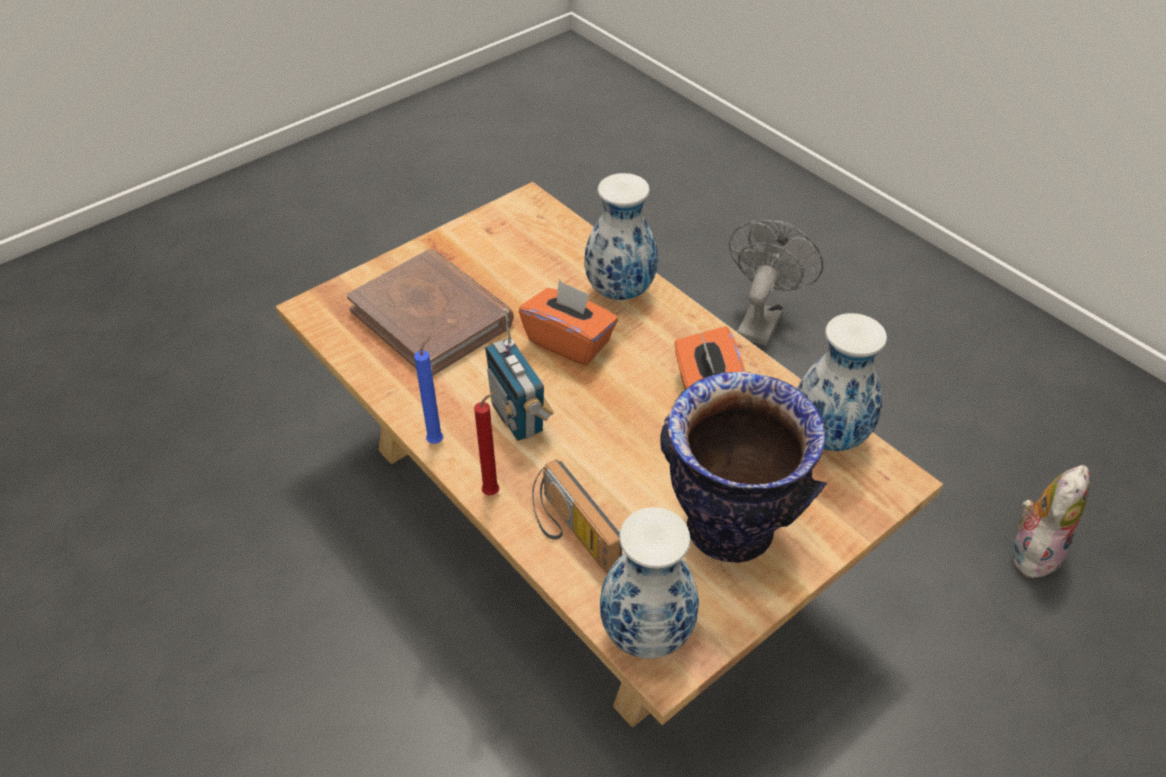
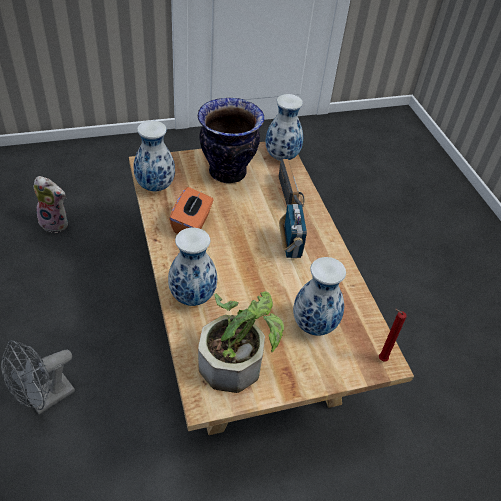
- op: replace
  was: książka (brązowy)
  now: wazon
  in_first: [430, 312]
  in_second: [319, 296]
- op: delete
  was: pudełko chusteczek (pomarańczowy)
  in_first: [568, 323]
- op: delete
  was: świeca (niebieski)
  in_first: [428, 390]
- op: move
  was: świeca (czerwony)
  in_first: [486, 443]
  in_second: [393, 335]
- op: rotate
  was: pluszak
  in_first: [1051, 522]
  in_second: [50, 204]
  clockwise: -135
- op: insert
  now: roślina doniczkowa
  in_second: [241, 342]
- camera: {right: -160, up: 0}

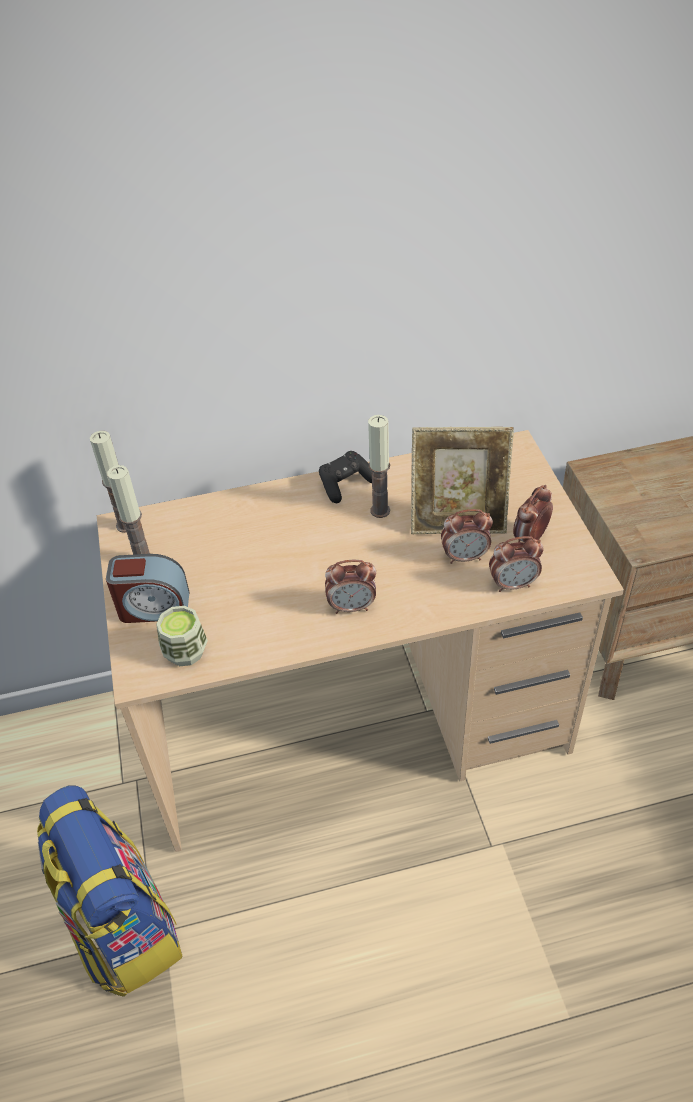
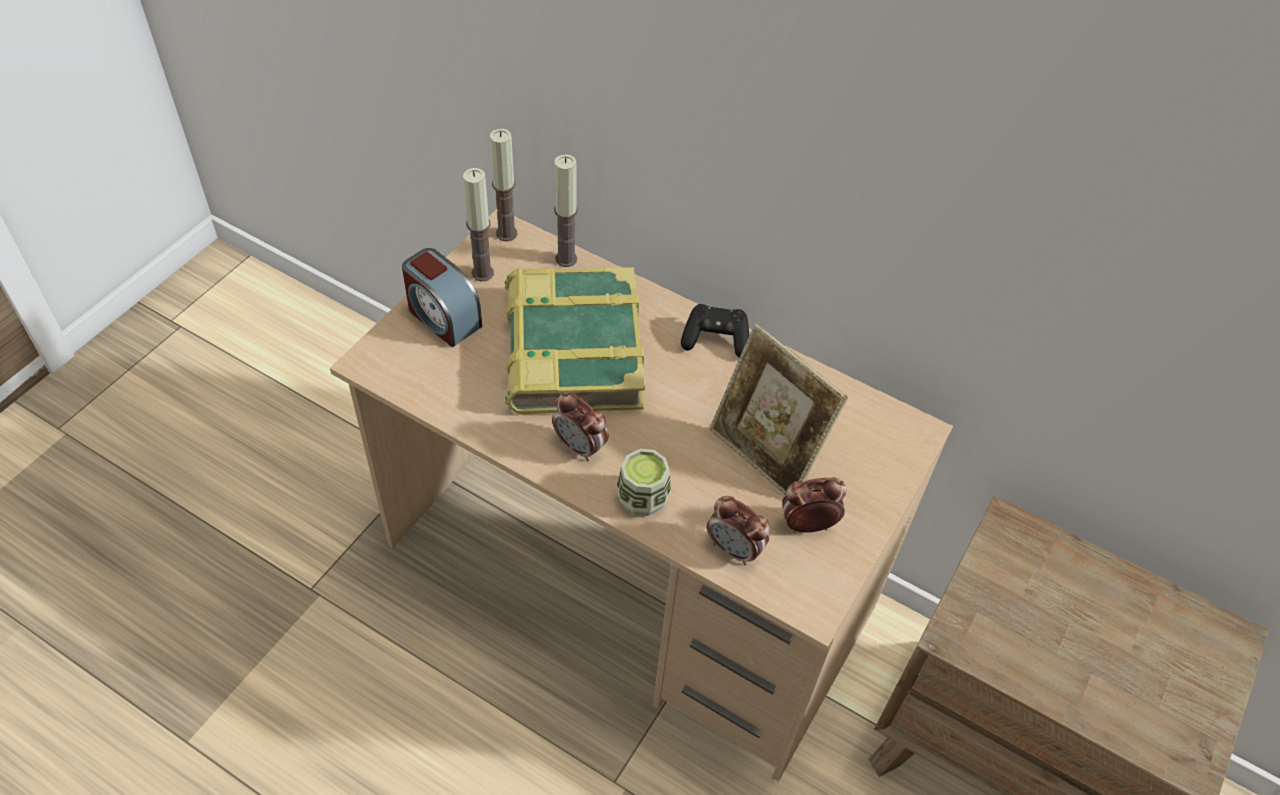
- op: move
  was: świeca
  in_first: [379, 466]
  in_second: [566, 210]
- op: delete
  was: budzik
  in_first: [467, 536]
- op: move
  was: filiżanka
  in_first: [182, 636]
  in_second: [643, 482]
- op: delete
  was: plecak
  in_first: [110, 891]
- op: insert
  now: książka
  in_second: [575, 341]
- camera: {right: 40, up: 5}

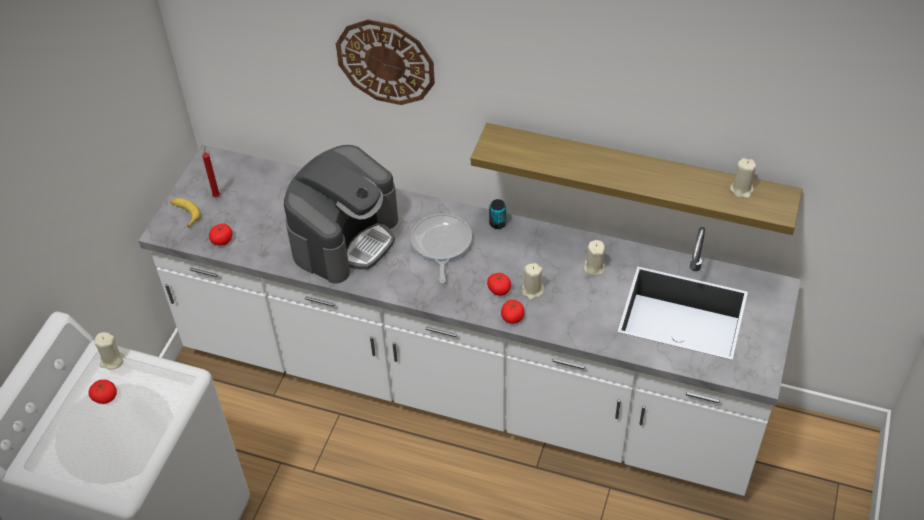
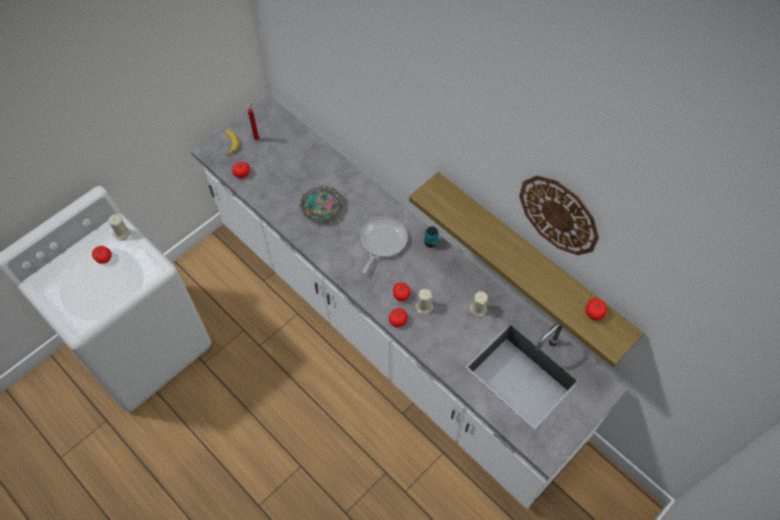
- op: move
  was: zegar ścienny
  in_first: [385, 62]
  in_second: [559, 215]
- op: replace
  was: ekspres do kawy
  now: miska
  in_first: [341, 214]
  in_second: [321, 203]
- op: replace
  was: świeca (beżowy)
  now: pomidor
  in_first: [743, 178]
  in_second: [596, 309]
- camera: {right: 25, up: 10}

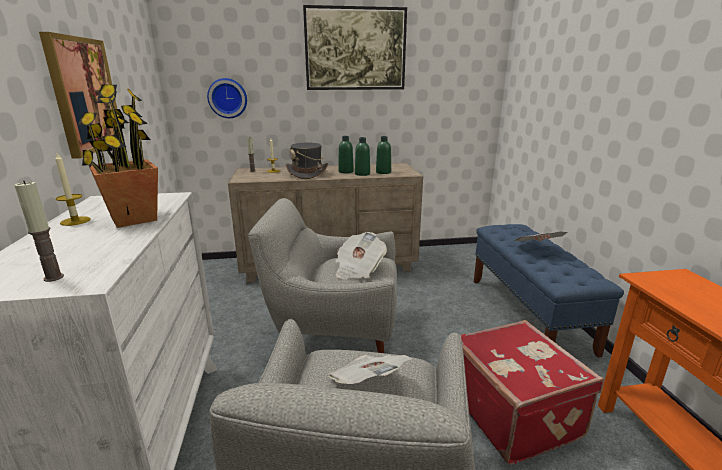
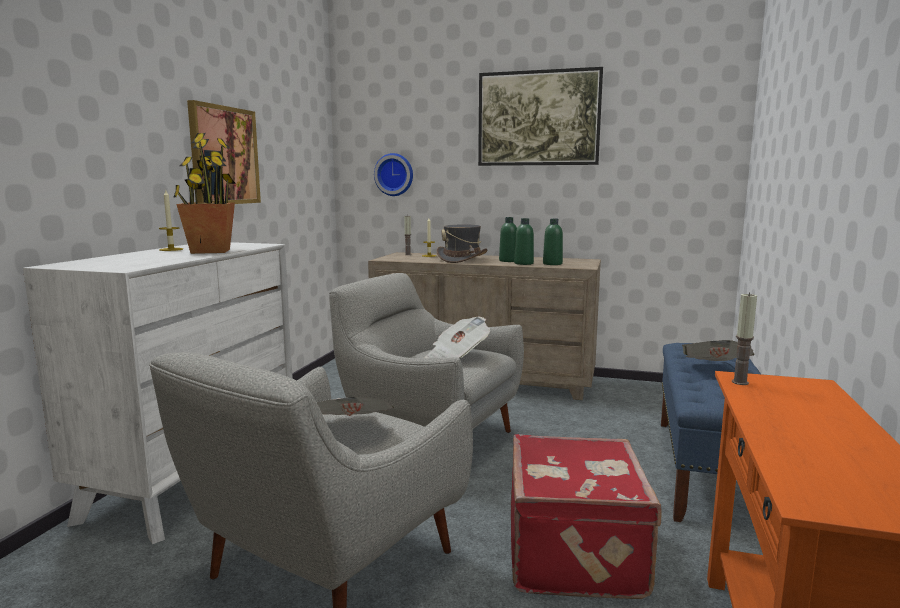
- op: move
  was: świeca
  in_first: [39, 231]
  in_second: [744, 338]
- camera: {right: 25, up: -10}

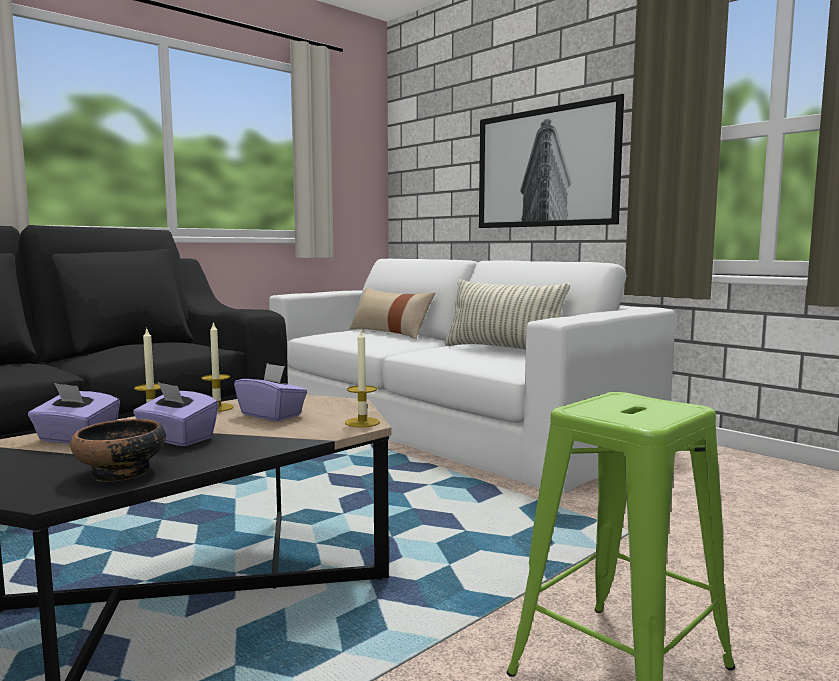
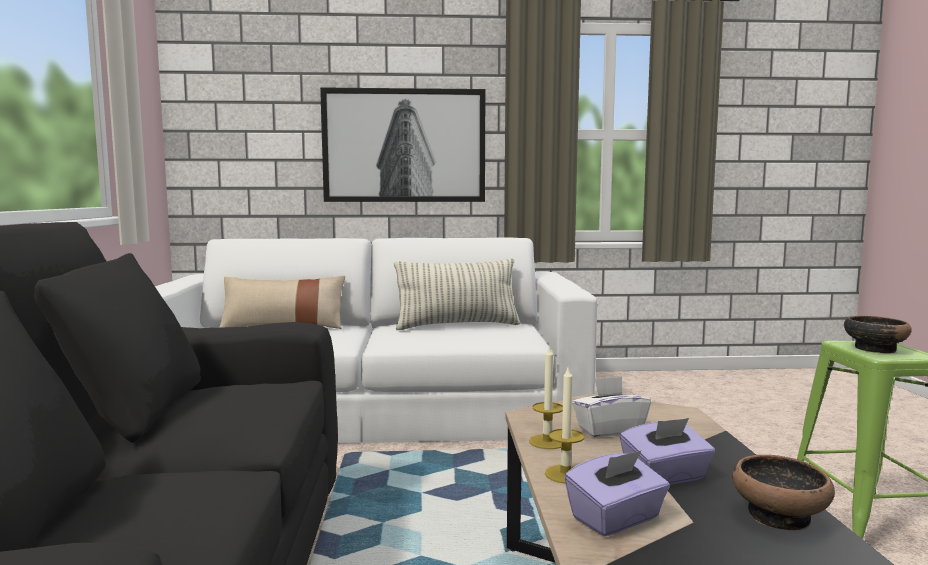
- op: delete
  was: świeca
  in_first: [362, 377]
- op: recolor
  was: pudełko chusteczek (fioletowy)
  now: pudełko chusteczek (biały)
  in_first: [270, 392]
  in_second: [611, 407]
- op: insert
  now: miska
  in_second: [878, 334]
- camera: {right: -50, up: 0}

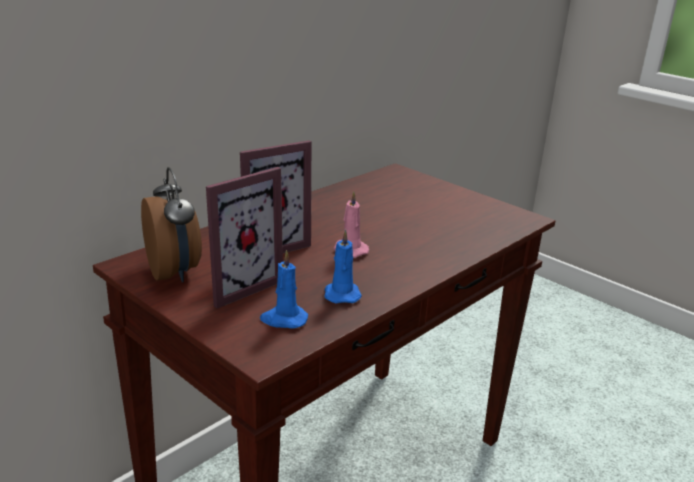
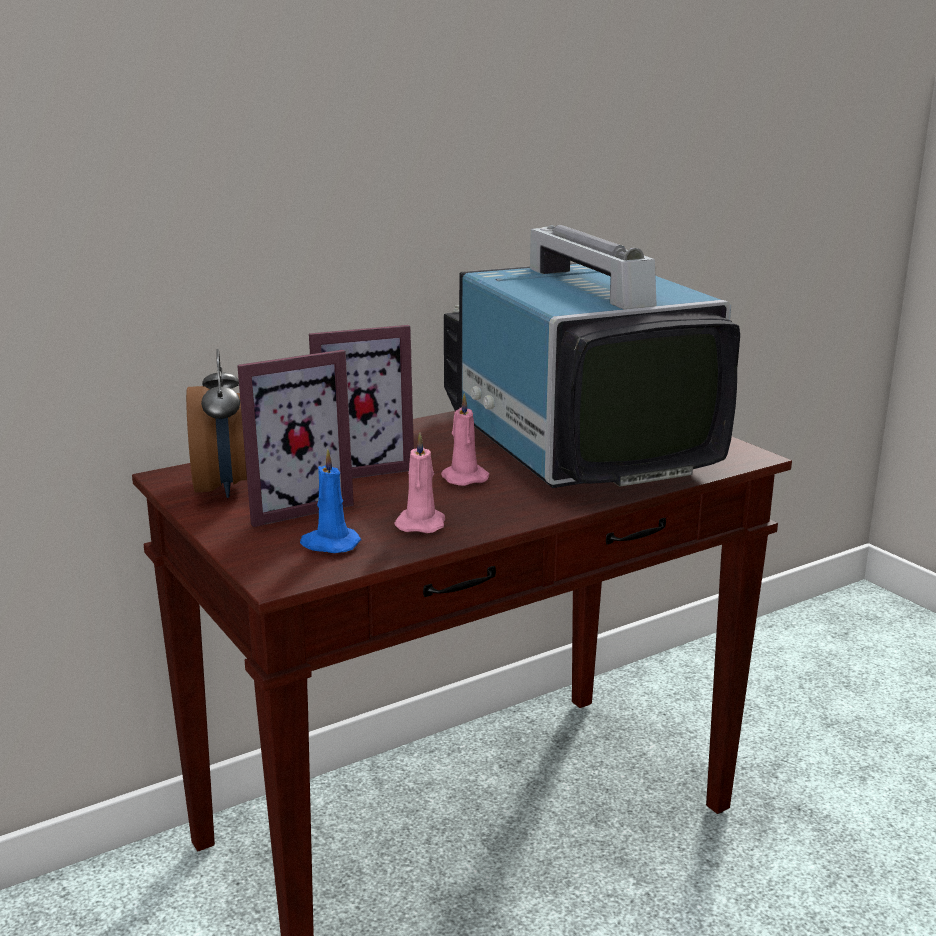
- op: recolor
  was: świeca (niebieski)
  now: świeca (różowy)
  in_first: [343, 266]
  in_second: [419, 483]
- op: insert
  now: telewizor
  in_second: [592, 356]
- camera: {right: 15, up: -5}

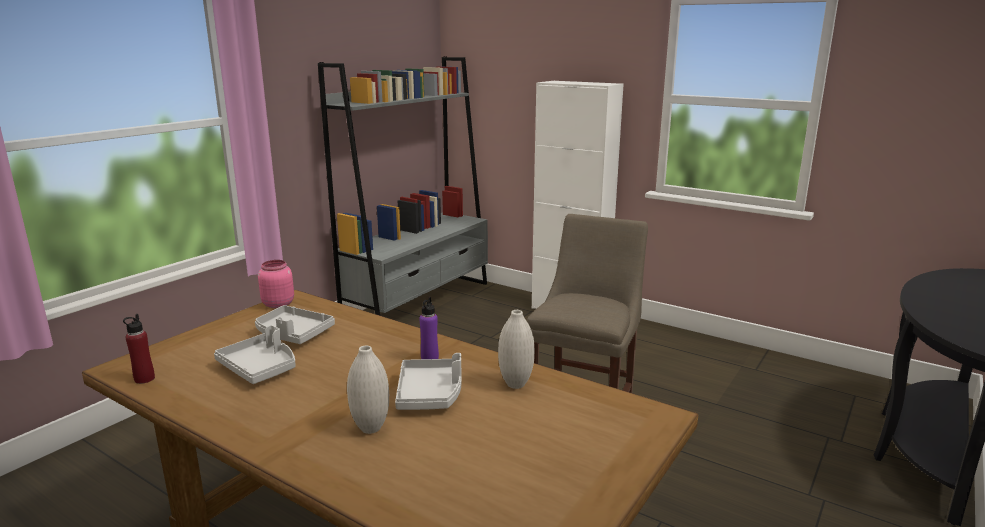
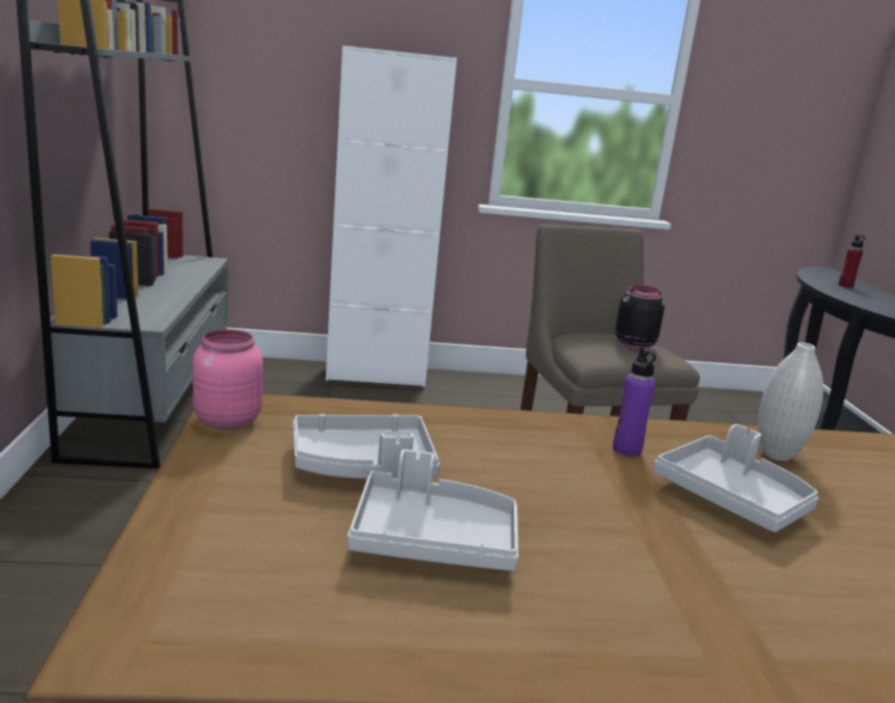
- op: move
  was: butelka (czerwony)
  in_first: [139, 349]
  in_second: [851, 261]
- op: delete
  was: wazon (biały)
  in_first: [368, 389]
- op: insert
  now: słoik (czarny)
  in_second: [640, 317]
- camera: {right: -40, up: 0}

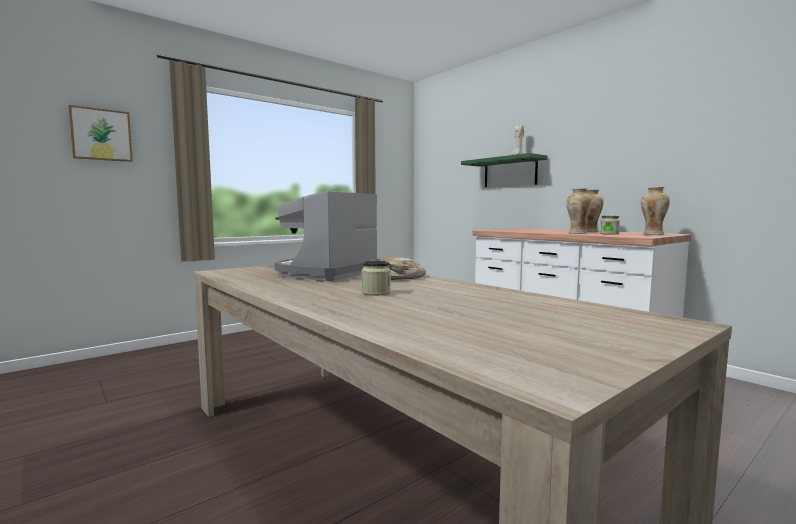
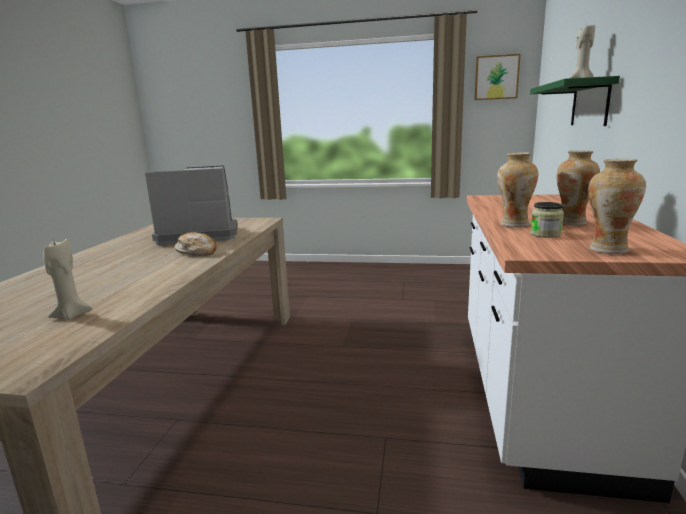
- op: move
  was: obraz
  in_first: [101, 133]
  in_second: [498, 77]
- op: delete
  was: słoik
  in_first: [376, 278]
- op: insert
  now: świeca (beżowy)
  in_second: [67, 279]
- camera: {right: 50, up: 10}

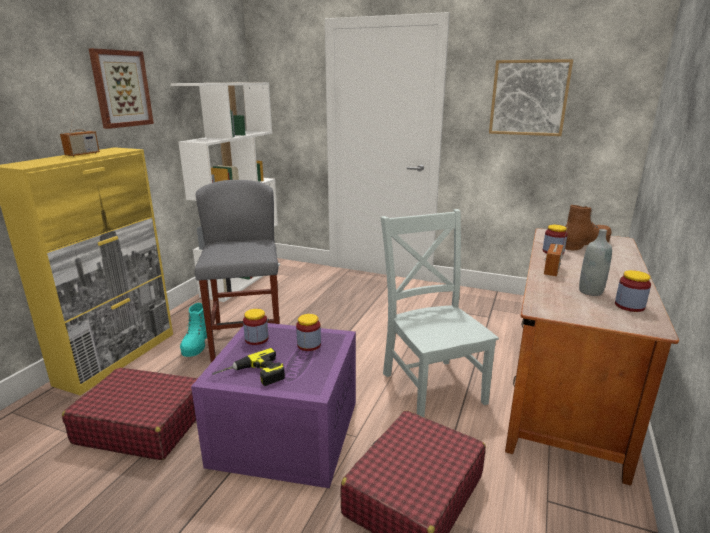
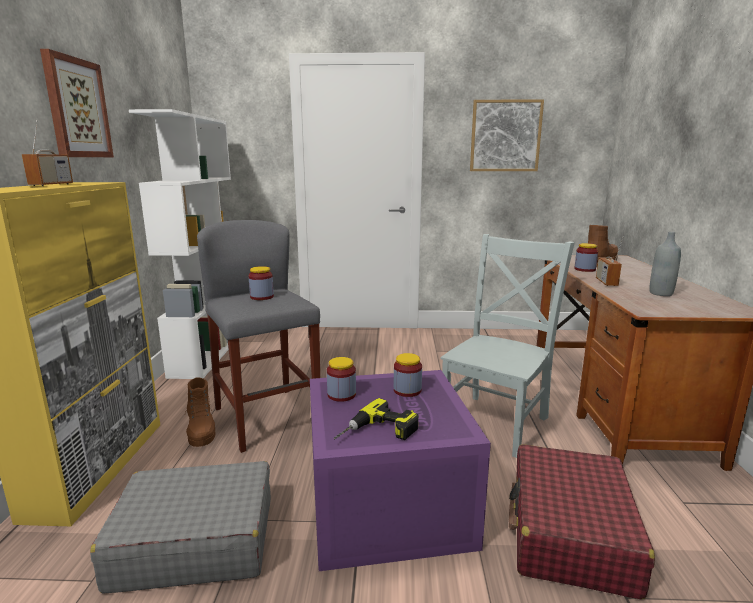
- op: rotate
  was: krzesło (szary)
  in_first: [440, 313]
  in_second: [508, 346]
  clockwise: 75
- op: move
  was: słoik
  in_first: [633, 291]
  in_second: [261, 283]
- op: recolor
  was: but z cholewką (turkusowy)
  now: but z cholewką (brązowy)
  in_first: [193, 330]
  in_second: [201, 412]
- op: recolor
  was: walizka (czerwony)
  now: walizka (szary)
  in_first: [130, 414]
  in_second: [180, 527]
- camera: {right: -20, up: -5}

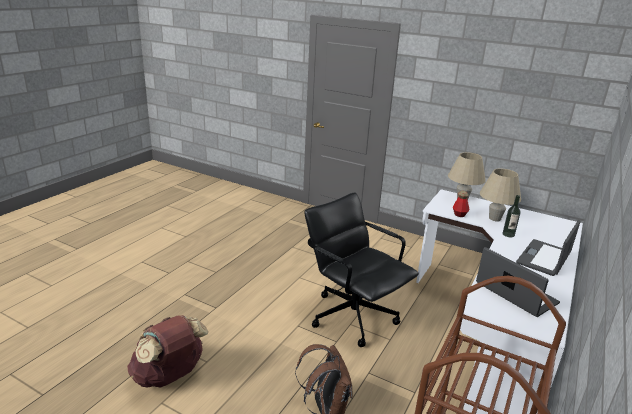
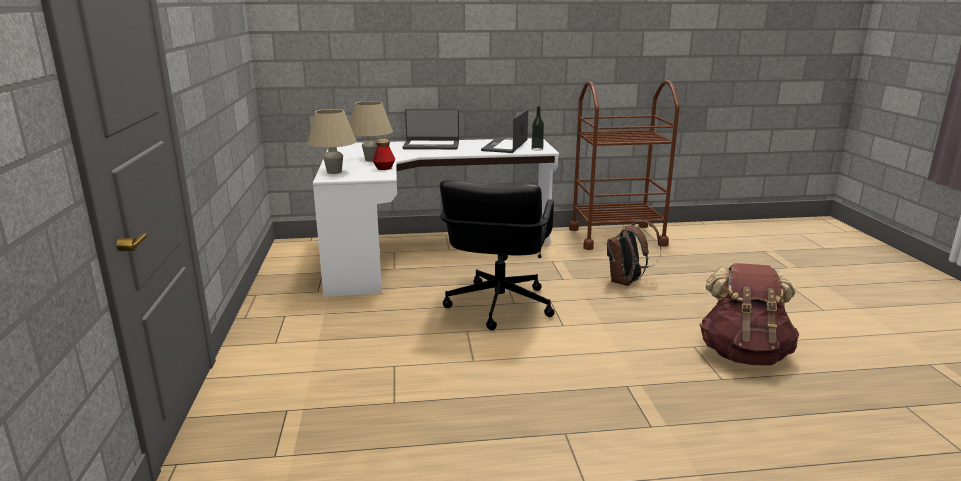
- op: move
  was: butelka
  in_first: [511, 216]
  in_second: [538, 128]
- camera: {right: -125, up: -5}

